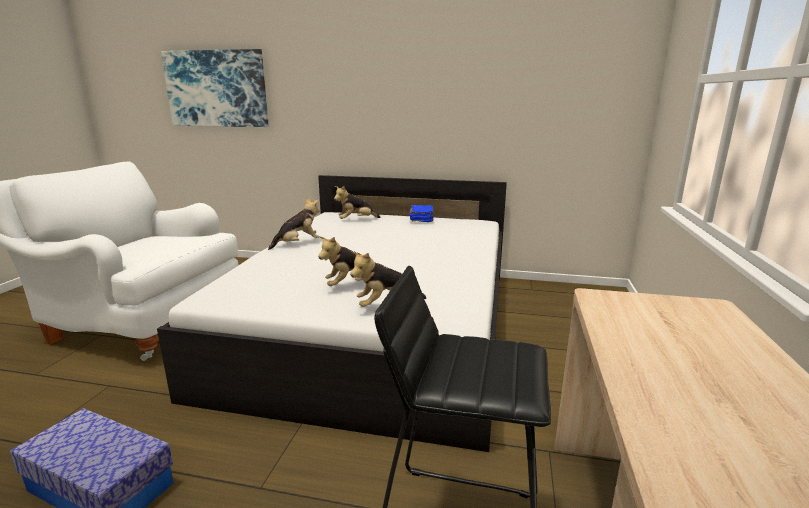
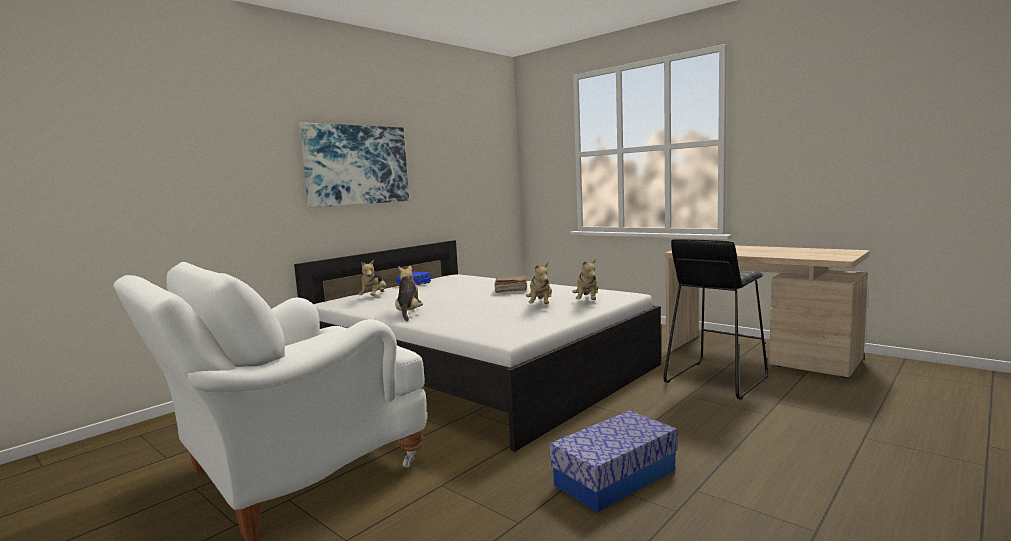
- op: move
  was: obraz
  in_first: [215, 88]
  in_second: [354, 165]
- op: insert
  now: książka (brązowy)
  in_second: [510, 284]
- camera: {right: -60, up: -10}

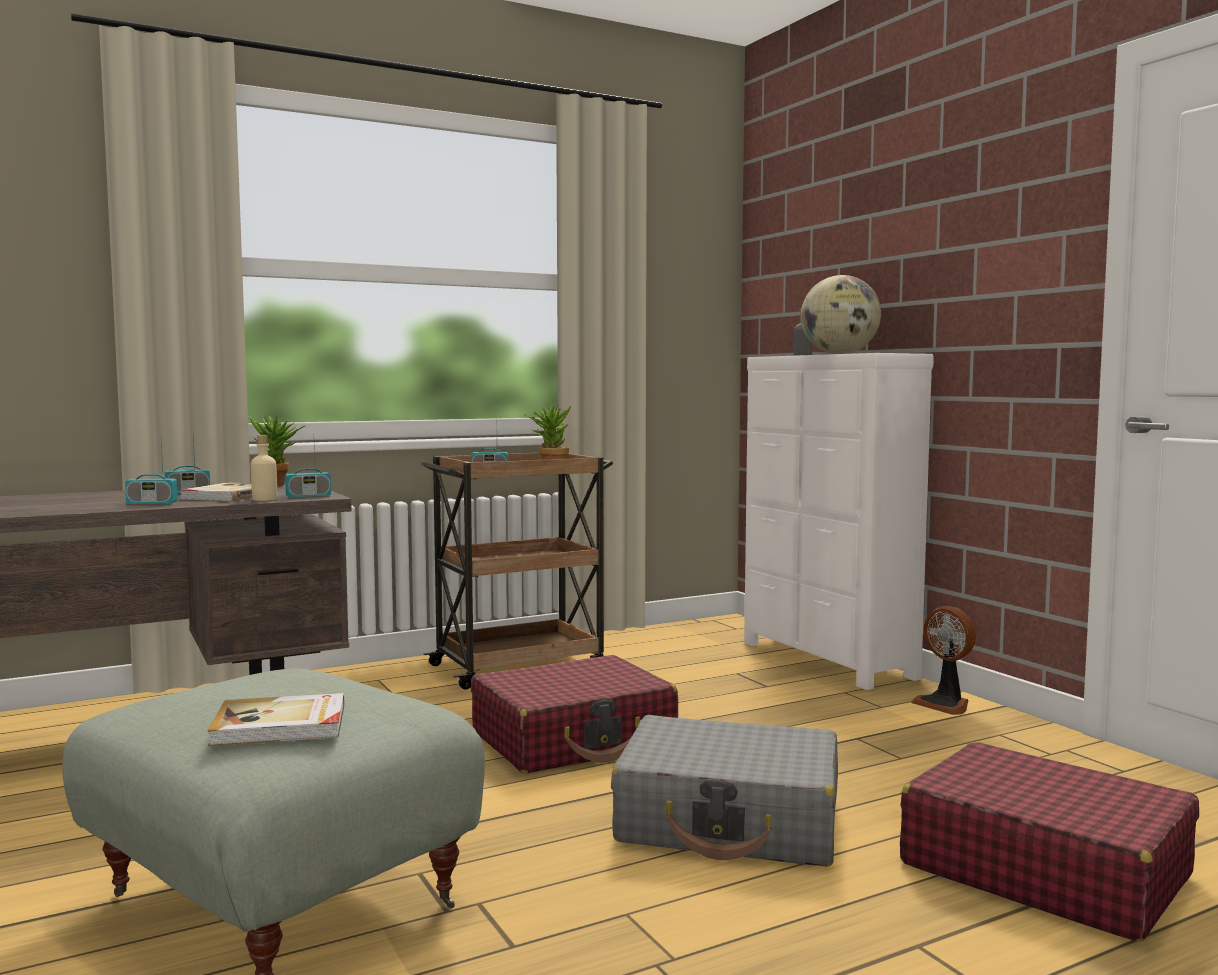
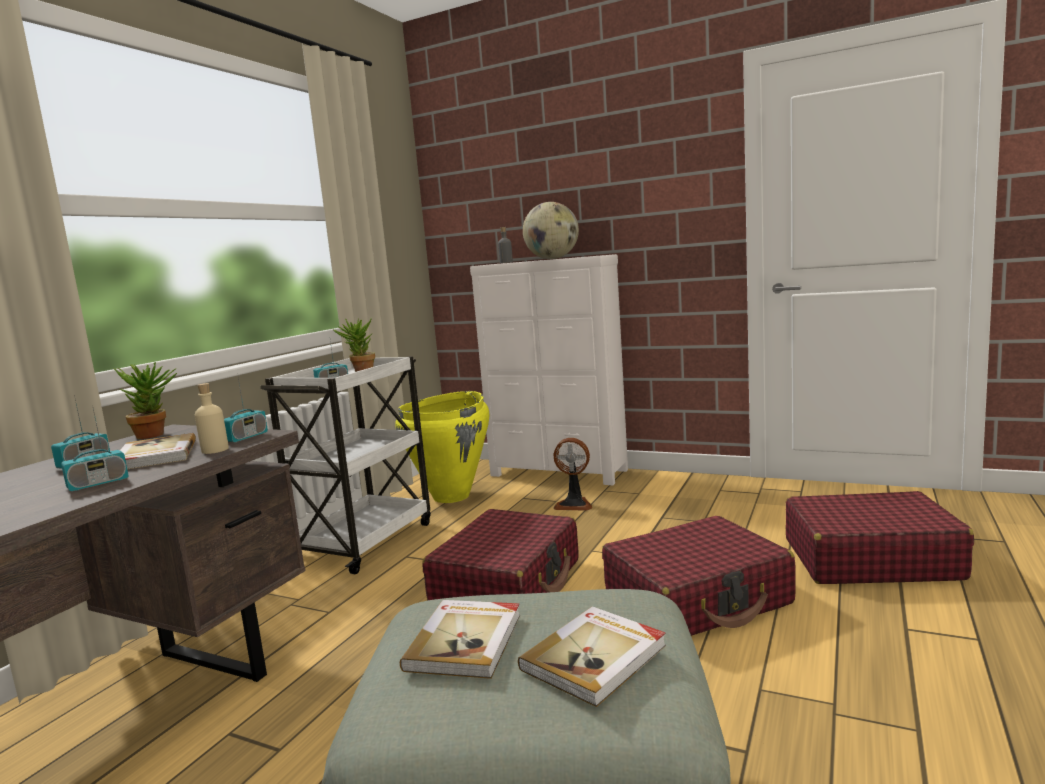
- op: recolor
  was: wózek (brązowy)
  now: wózek (biały)
  in_first: [517, 571]
  in_second: [345, 465]
- op: move
  was: wentylator
  in_first: [943, 660]
  in_second: [572, 474]
- op: recolor
  was: walizka (szary)
  now: walizka (czerwony)
  in_first: [724, 791]
  in_second: [699, 576]
- op: insert
  now: wazon (żółty)
  in_second: [442, 447]
- op: insert
  now: książka
  in_second: [460, 639]
- camera: {right: -35, up: 5}

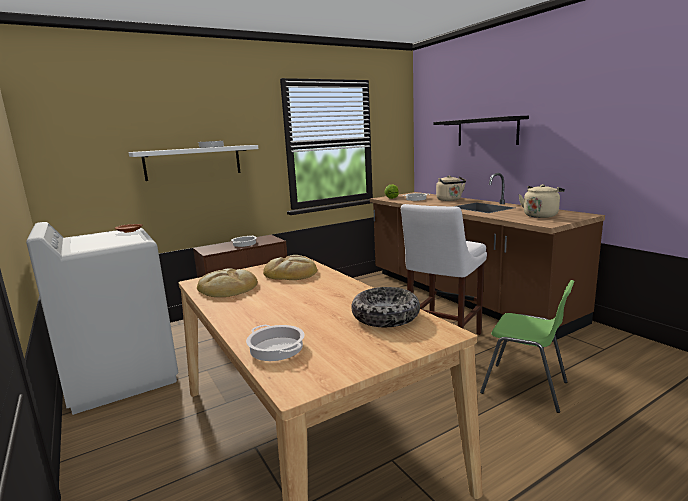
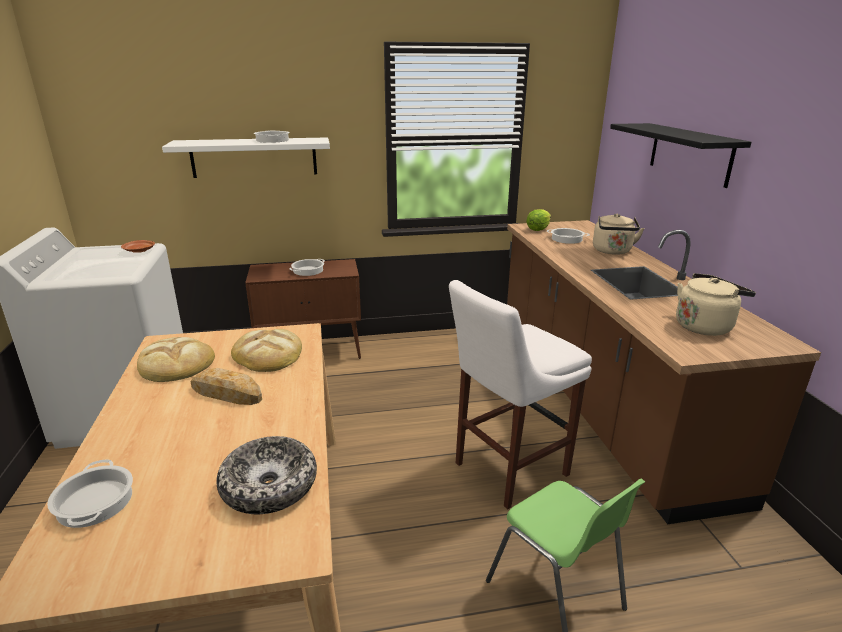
- op: insert
  now: chleb
  in_second: [226, 386]
- camera: {right: 20, up: 10}

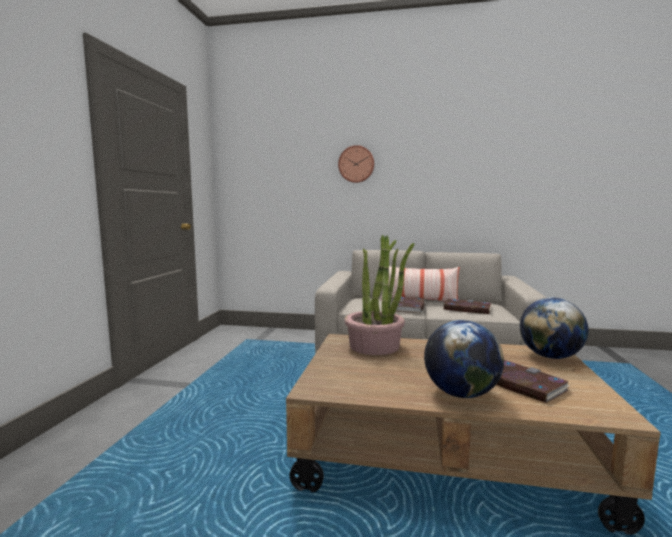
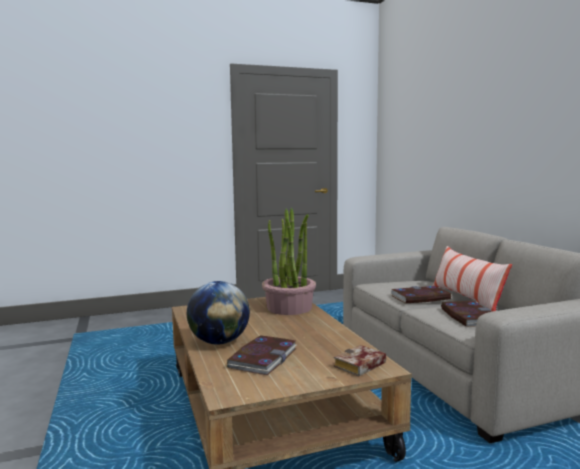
- op: delete
  was: zegar ścienny
  in_first: [356, 164]
- op: replace
  was: globus
  now: książka
  in_first: [554, 328]
  in_second: [360, 360]
- camera: {right: 60, up: 0}

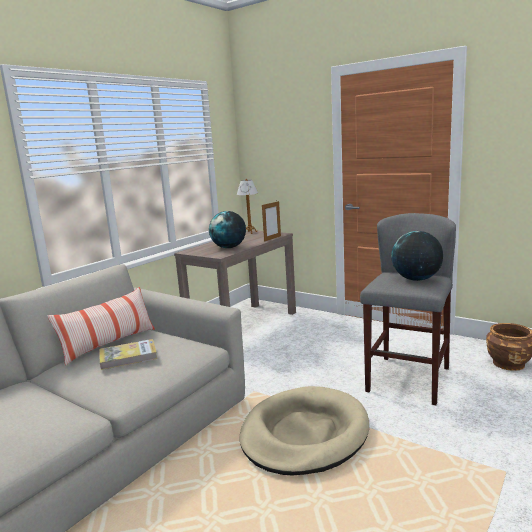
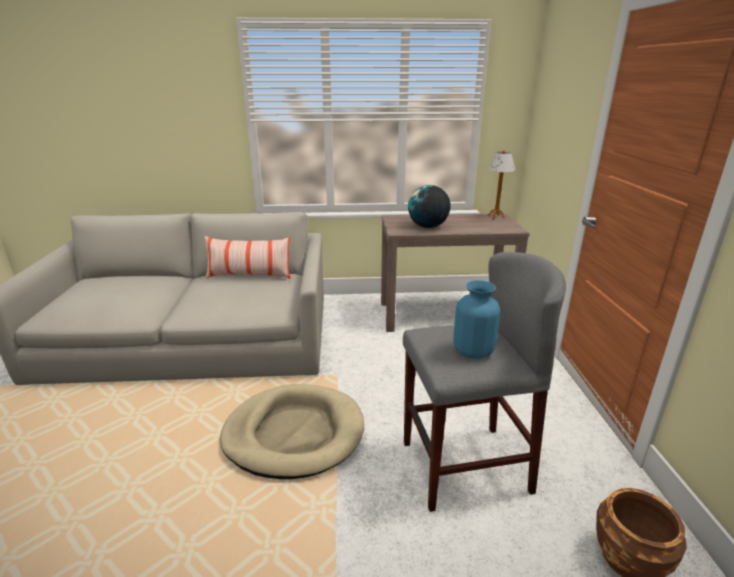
- op: delete
  was: ramka na zdjęcie
  in_first: [271, 221]
- op: replace
  was: globus
  now: wazon (niebieski)
  in_first: [417, 256]
  in_second: [477, 319]
- op: delete
  was: książka
  in_first: [128, 354]
- camera: {right: 50, up: 10}

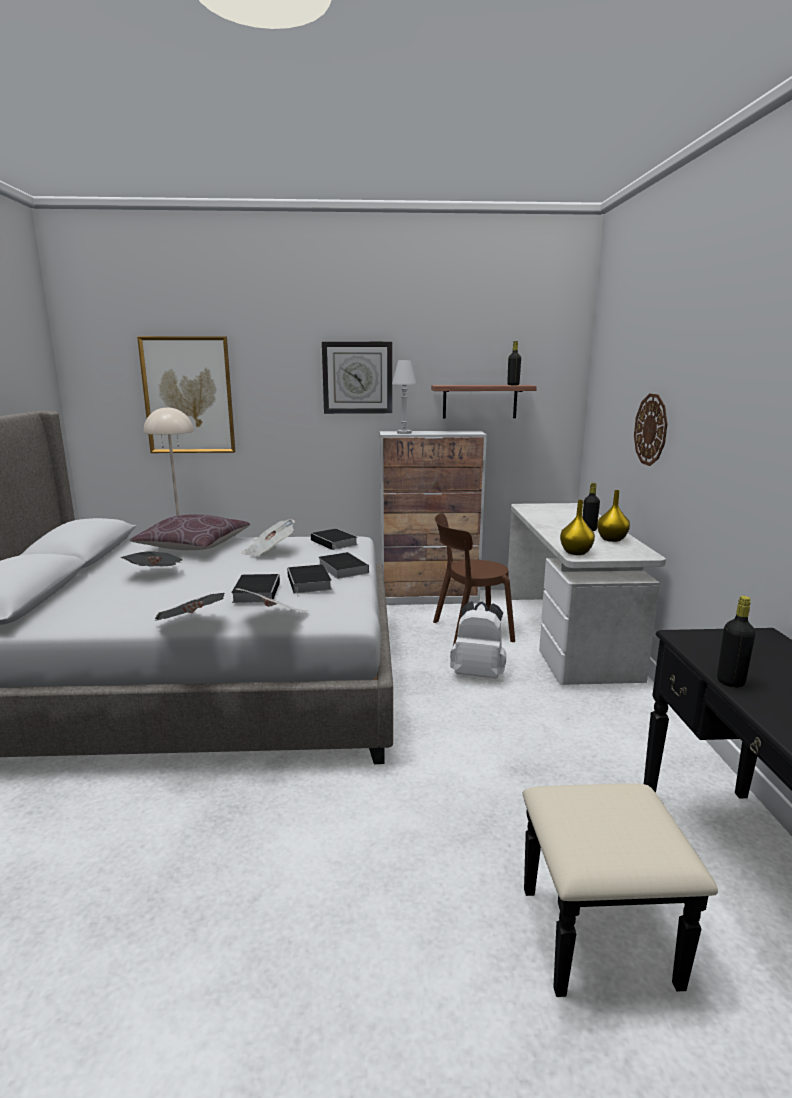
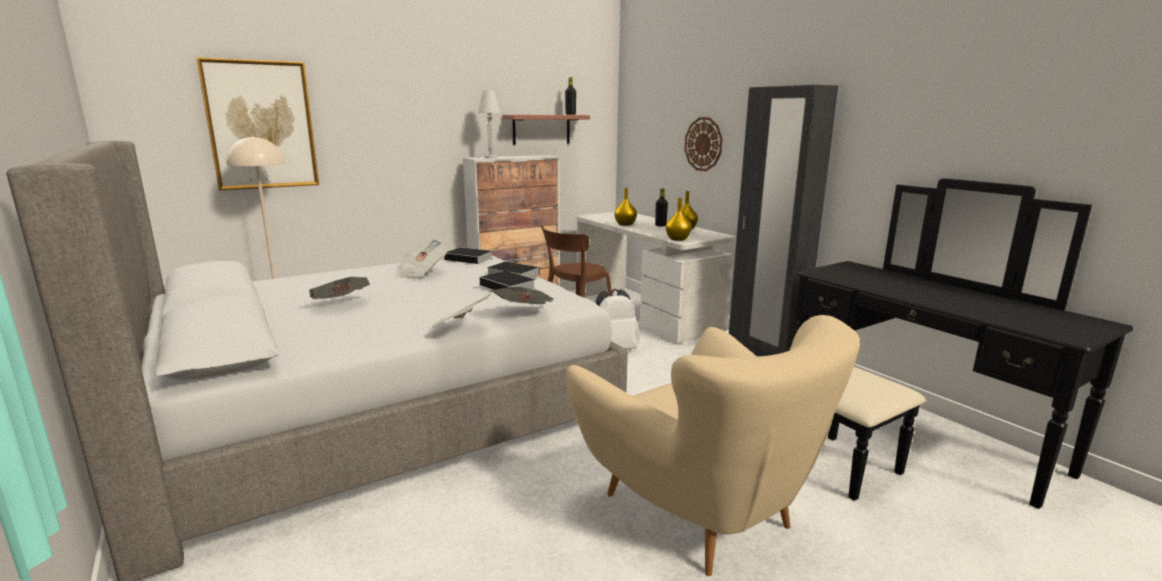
- op: delete
  was: zegar ścienny
  in_first: [357, 378]
- op: delete
  was: poduszka (brązowy)
  in_first: [189, 532]
- op: delete
  was: książka
  in_first: [255, 588]
- op: delete
  was: butelka (czarny)
  in_first: [736, 642]
- op: insert
  now: szafa (czarny)
  in_second: [783, 220]
- op: insert
  now: wazon (żółty)
  in_second: [625, 207]
- op: insert
  now: fotel (beżowy)
  in_second: [713, 445]
- camera: {right: -30, up: 0}

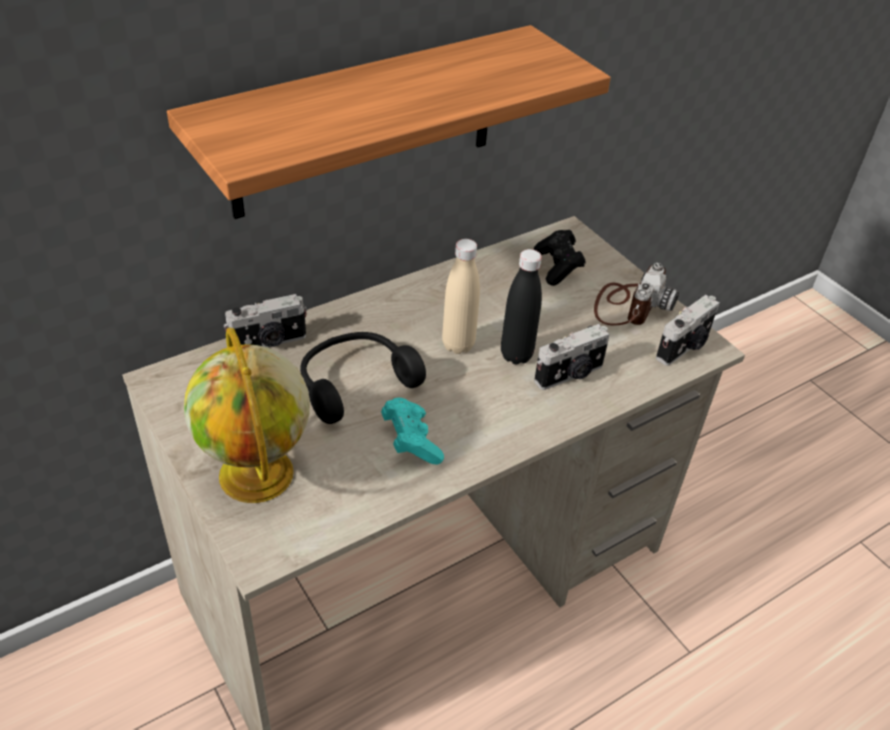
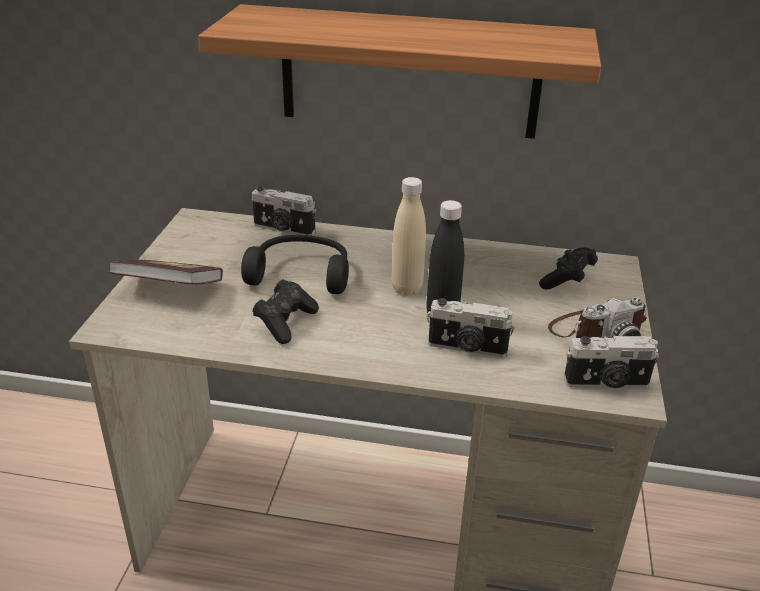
- op: replace
  was: globus
  now: książka
  in_first: [247, 415]
  in_second: [165, 272]
- op: recolor
  was: pad do gier (turkusowy)
  now: pad do gier (czarny)
  in_first: [412, 431]
  in_second: [286, 311]
- camera: {right: 45, up: -10}

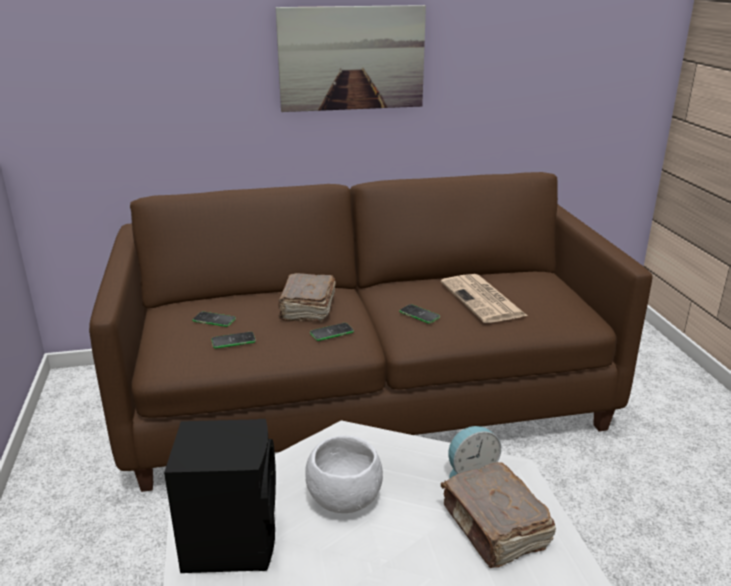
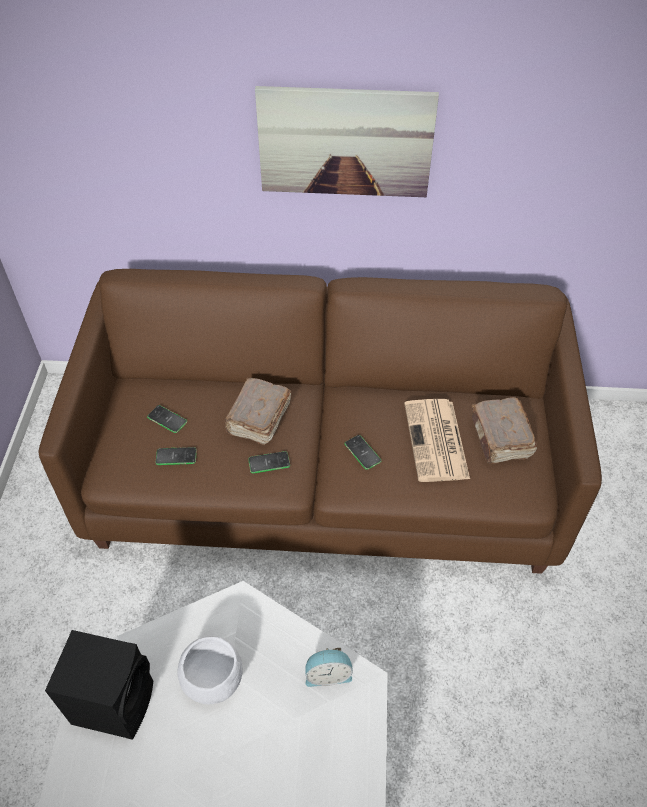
- op: move
  was: książka (brązowy)
  in_first: [498, 515]
  in_second: [504, 430]
- camera: {right: 15, up: 25}

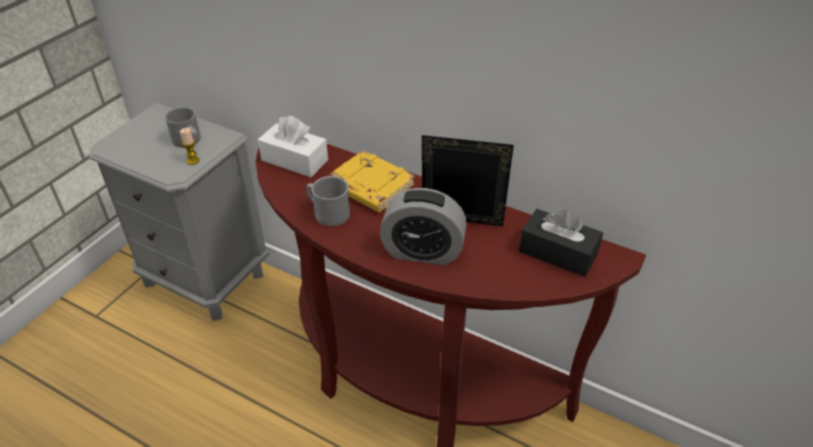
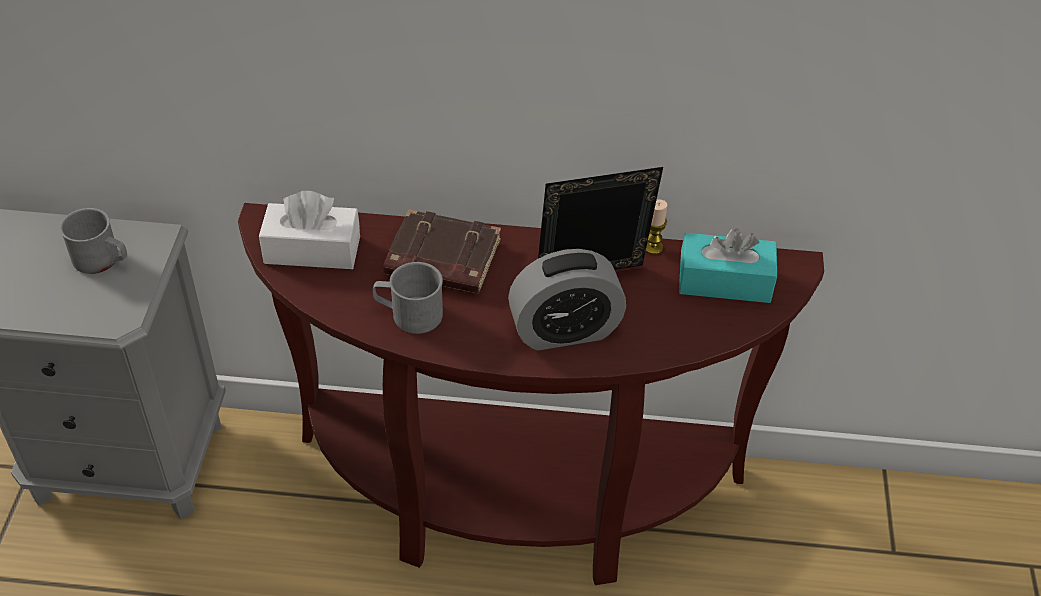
- op: move
  was: świeca
  in_first: [190, 146]
  in_second: [656, 227]
- op: recolor
  was: książka (żółty)
  now: książka (brązowy)
  in_first: [371, 181]
  in_second: [442, 251]
- op: recolor
  was: pudełko chusteczek (czarny)
  now: pudełko chusteczek (turkusowy)
  in_first: [561, 243]
  in_second: [728, 265]
- camera: {right: -25, up: 5}

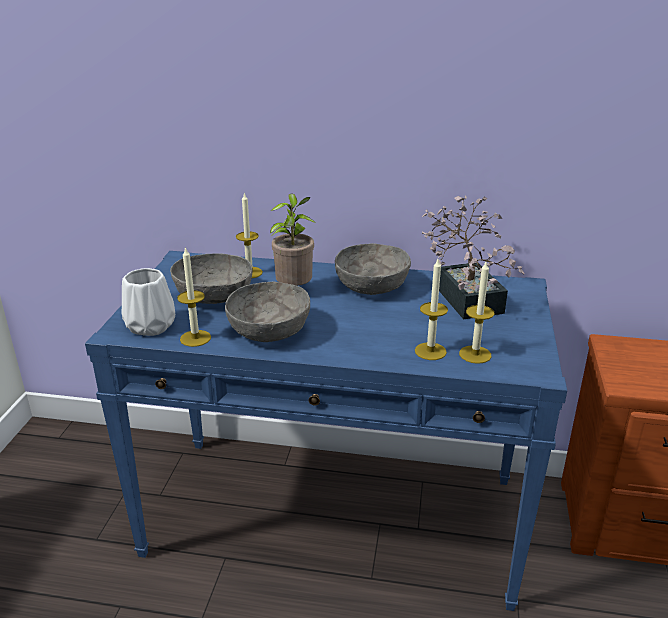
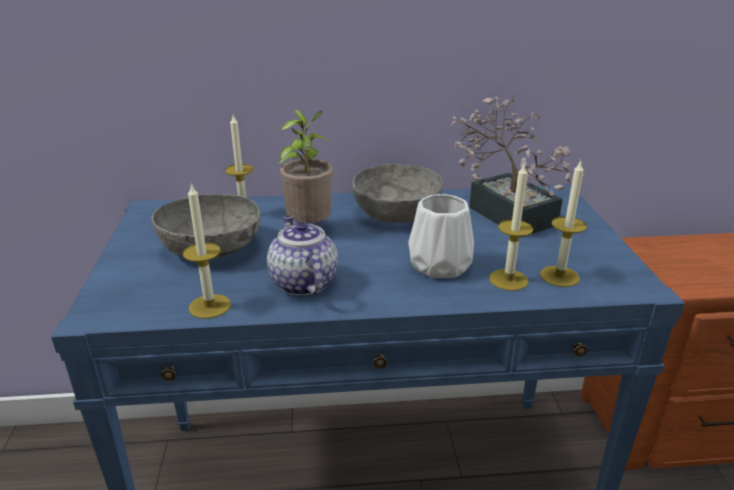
- op: move
  was: wazon (biały)
  in_first: [148, 302]
  in_second: [441, 236]
- op: replace
  was: miska (szary)
  now: imbryk
  in_first: [267, 312]
  in_second: [302, 255]
- camera: {right: -15, up: 0}

